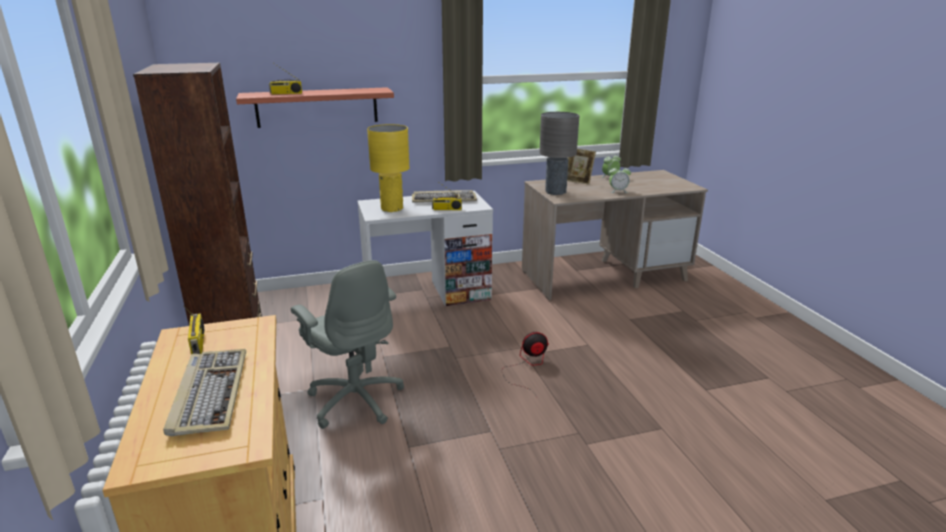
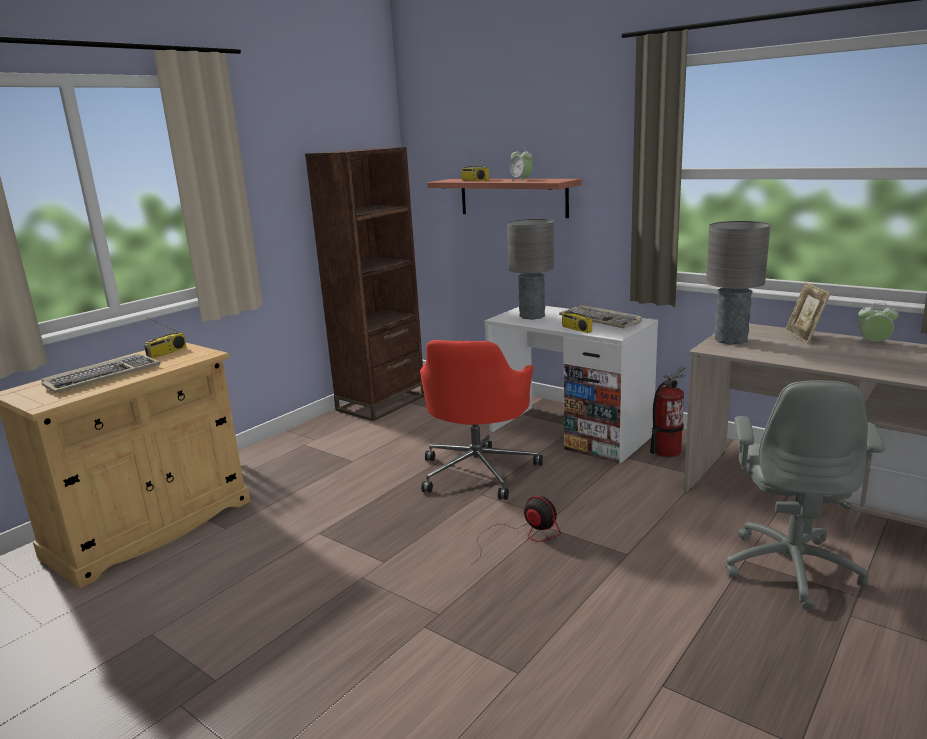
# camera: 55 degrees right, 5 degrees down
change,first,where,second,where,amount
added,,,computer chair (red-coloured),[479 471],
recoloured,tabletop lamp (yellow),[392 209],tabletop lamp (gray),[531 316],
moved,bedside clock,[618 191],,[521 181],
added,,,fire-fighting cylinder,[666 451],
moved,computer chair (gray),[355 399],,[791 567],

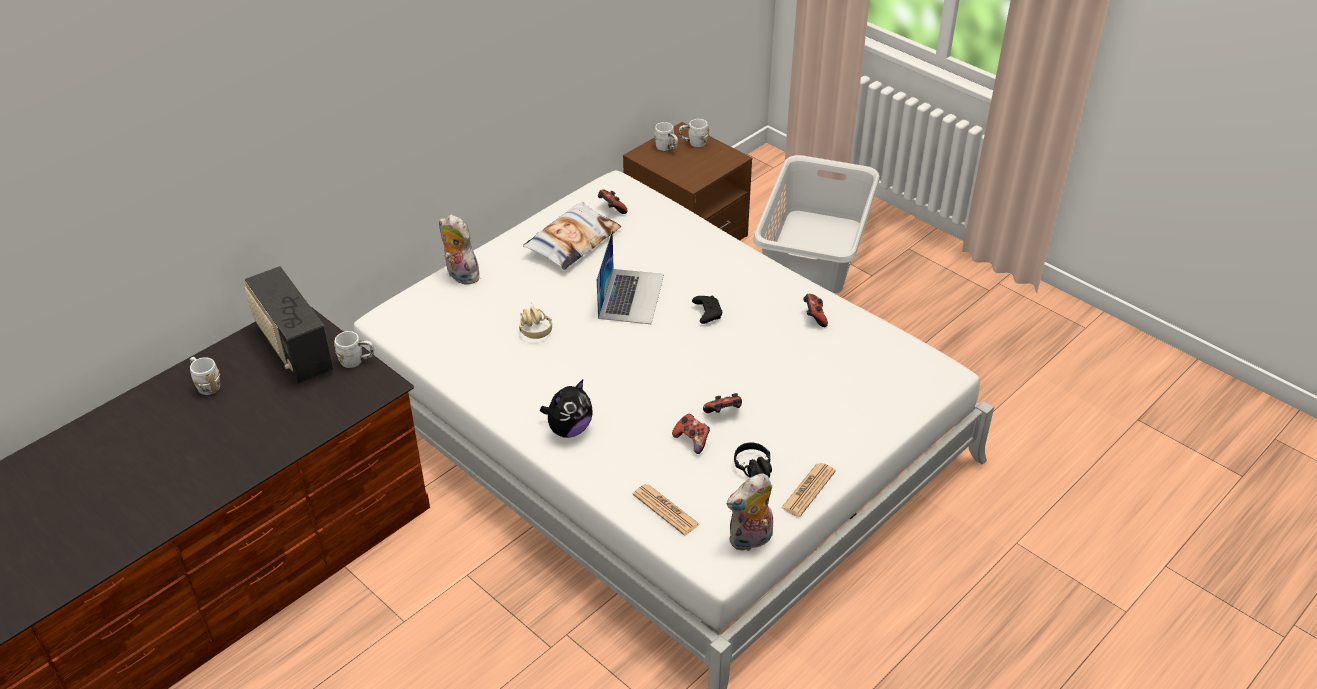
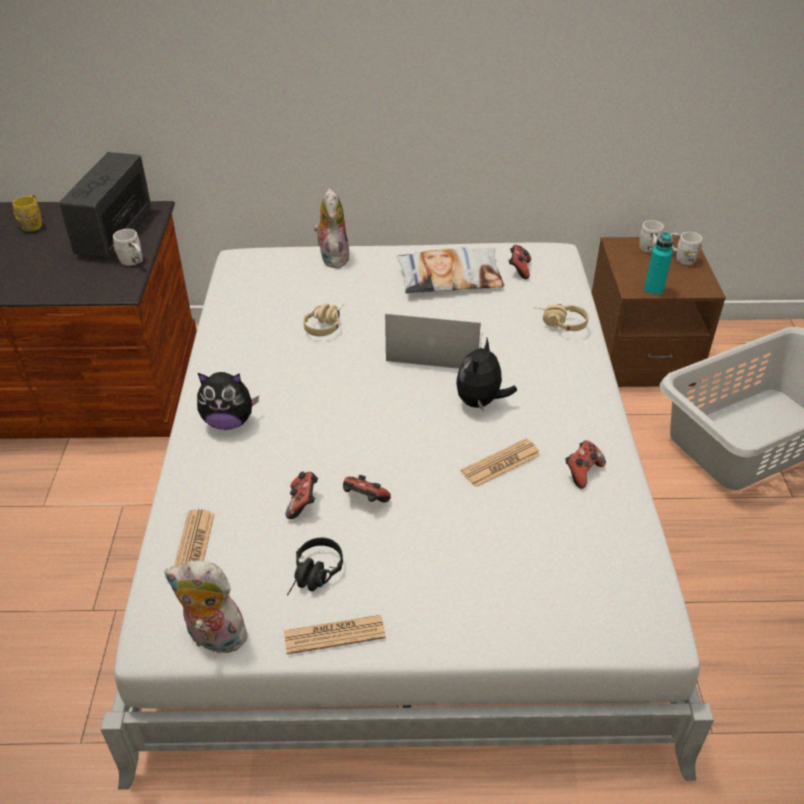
# camera: 45 degrees right, 0 degrees up
change,first,where,second,where,amount
recoloured,coffee mug (whitish),[206 385],coffee mug (yellow),[33 224],
turned,portable computer,[631 296],,[434 347],135 degrees counterclockwise
replaced,joypad (blackish),[707 313],soft toy,[480 402],
added,,,printed paper,[501 463],
added,,,pair of headphones (sand-coloured),[558 324],
added,,,bottle (turquoise-coloured),[653 290],

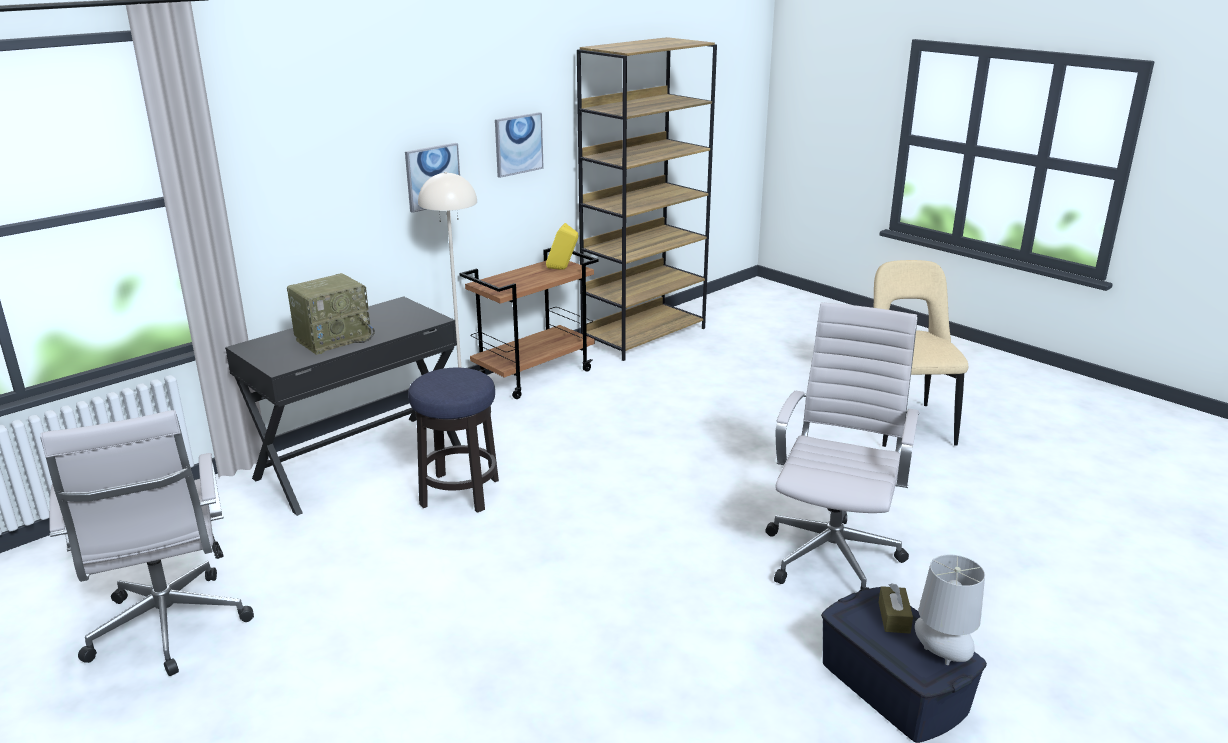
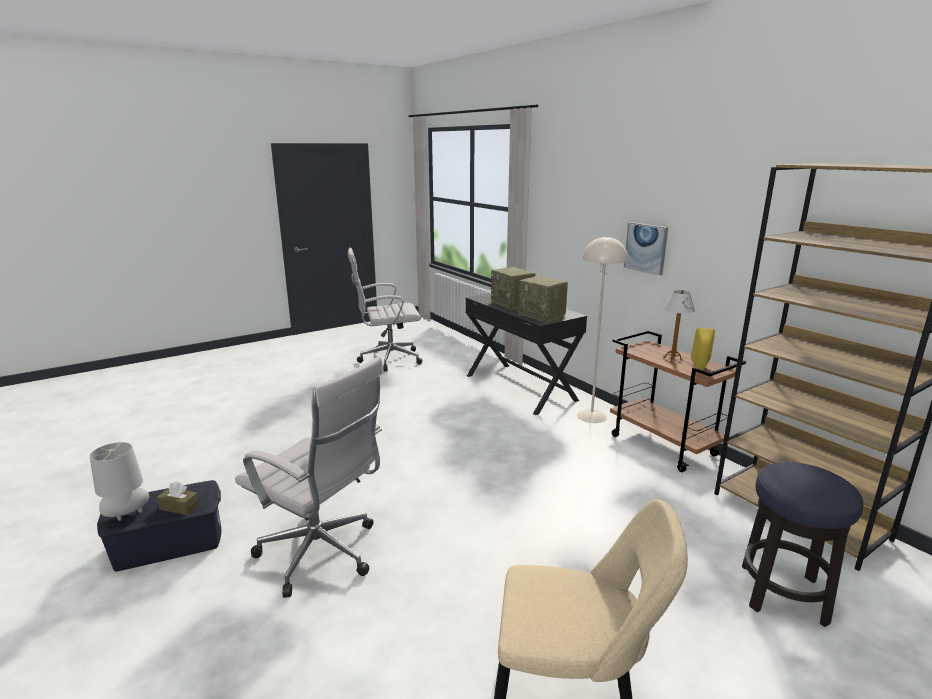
# camera: 100 degrees right, 5 degrees down
change,first,where,second,where,amount
added,,,radio set,[542 316],
added,,,tabletop lamp,[672 359],
moved,stool,[459 493],,[782 594],
removed,wall picture,[518 144],,,

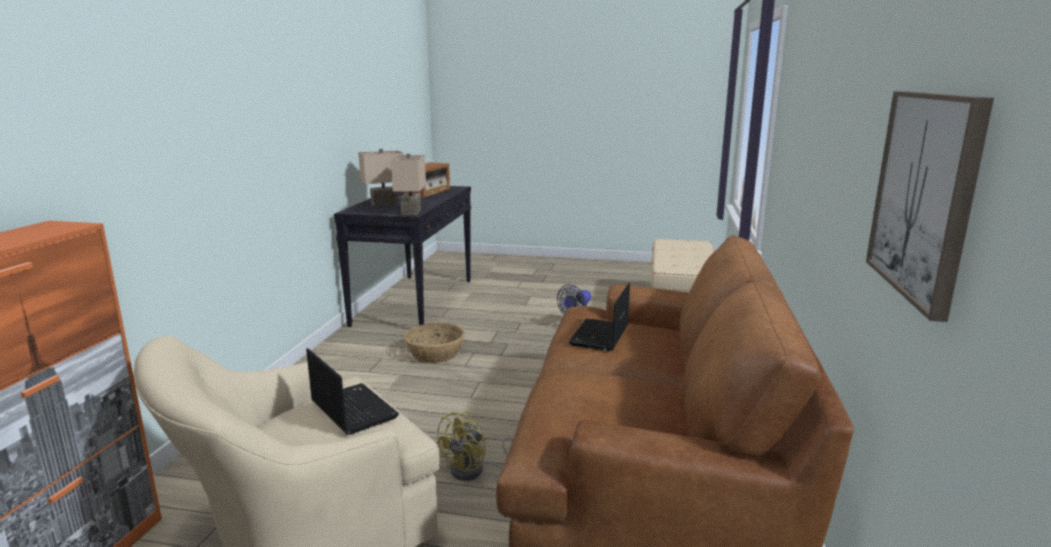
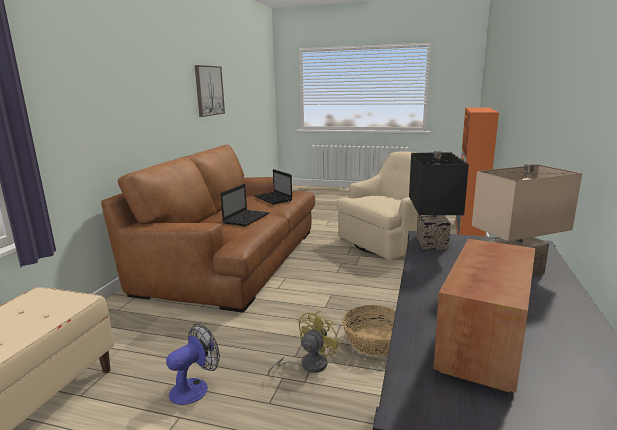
# camera: 175 degrees left, 0 degrees up
change,first,where,second,where,amount
moved,portable computer,[352 409],,[273 199],
moved,cooling fan (yellow),[474 471],,[308 365],
recoloured,tabletop lamp (sand-coloured),[410 212],tabletop lamp (blackish),[434 242],

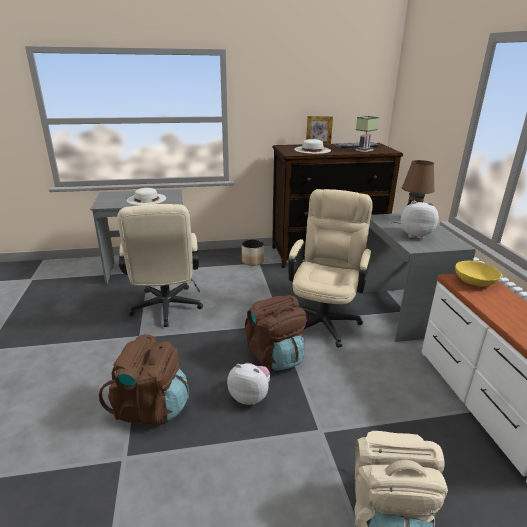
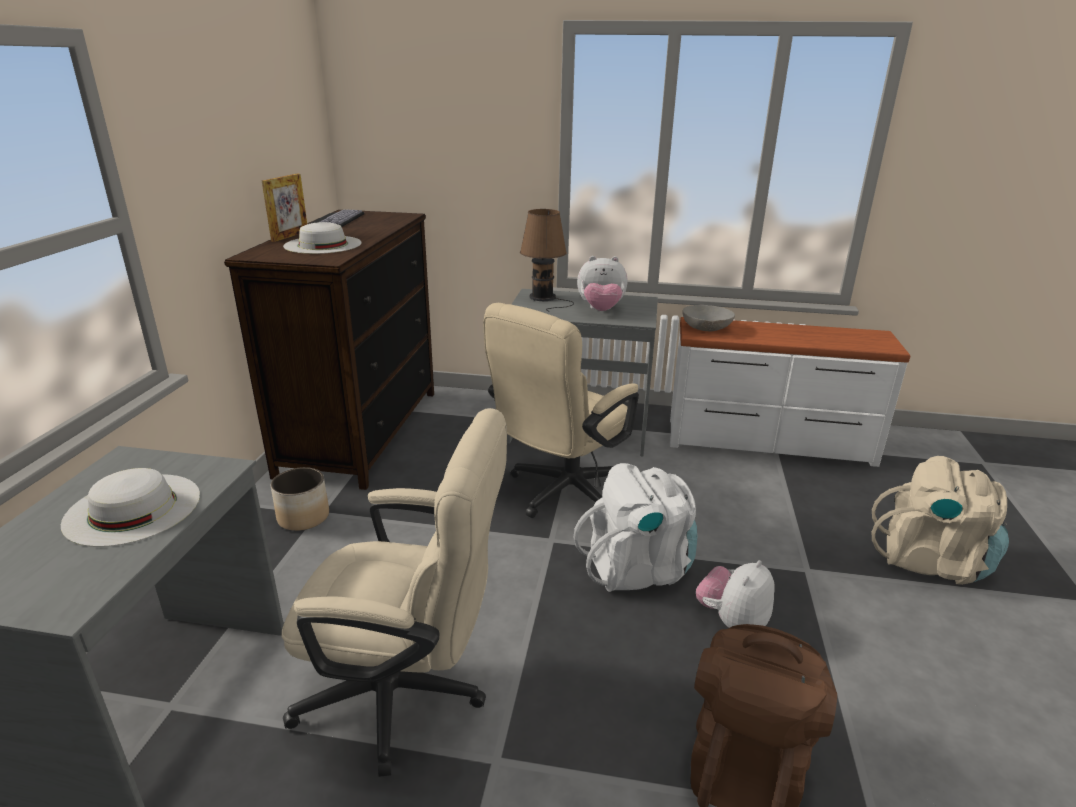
# camera: 70 degrees left, 0 degrees up
change,first,where,second,where,amount
turned,computer chair (sand-coloured),[324 319],,[561 493],90 degrees counterclockwise
recoloured,backpack (brown),[275 355],backpack (whitish),[638 568],
turned,soft toy,[415 235],,[601 310],120 degrees counterclockwise
recoloured,bowl (yellow),[475 281],bowl (gray),[706 328],
removed,tabletop lamp,[364 150],,,

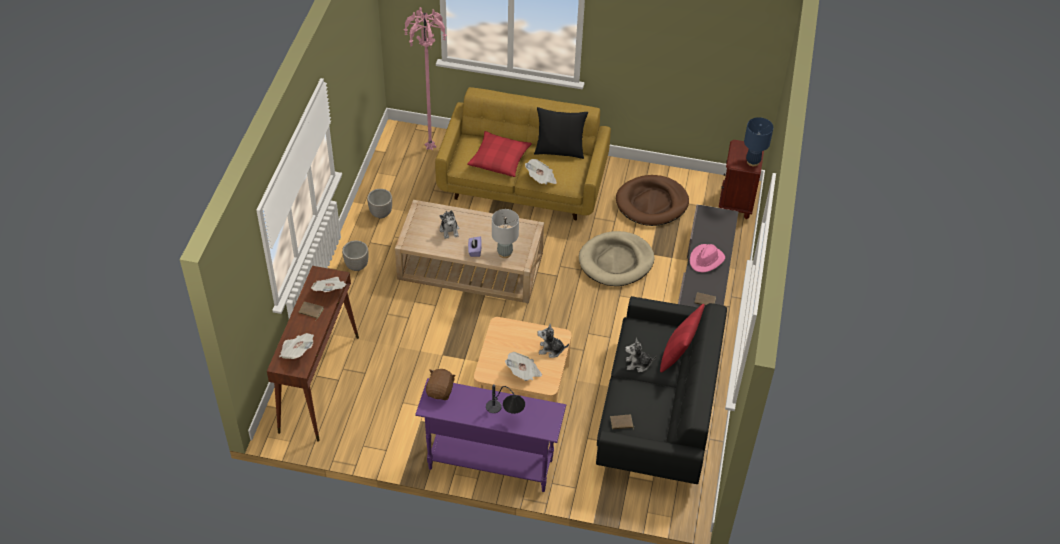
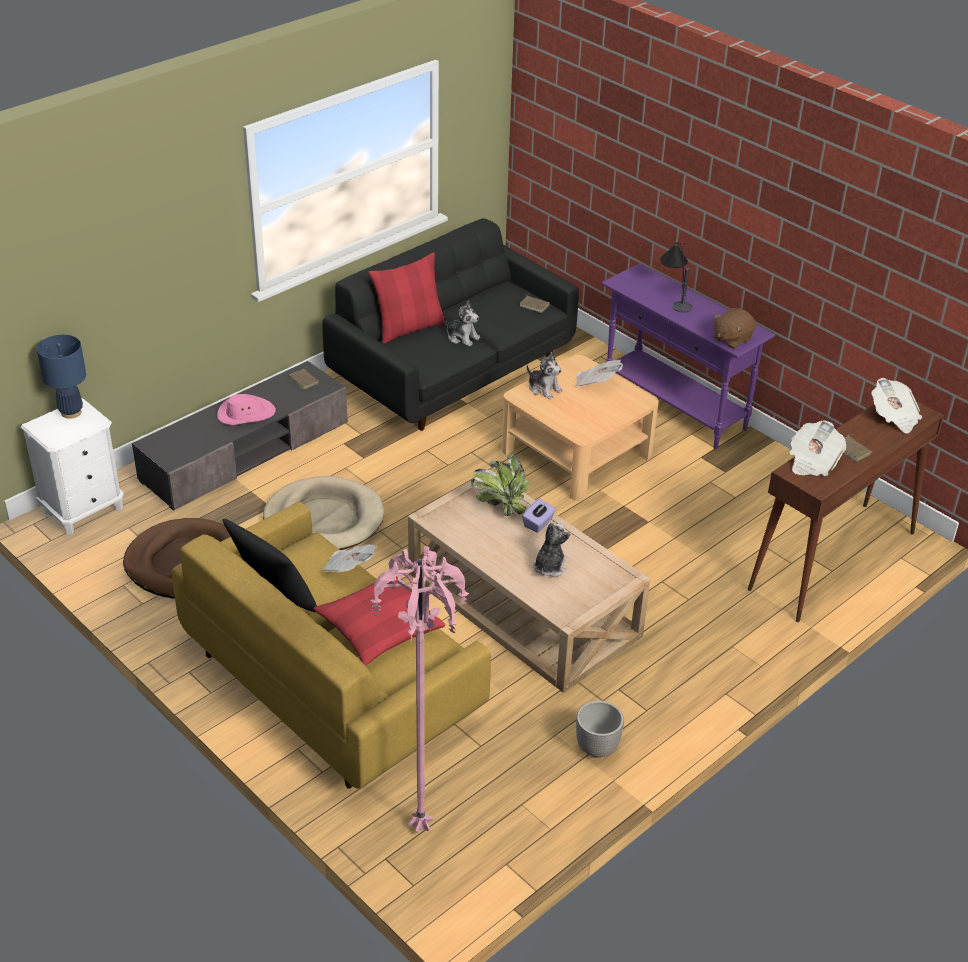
# camera: 145 degrees left, 10 degrees down
change,first,where,second,where,amount
recoloured,nightstand (brown),[736 203],nightstand (whitish),[84 510],
replaced,tabletop lamp (gray),[505 253],potted plant,[500 504],
removed,planter,[356 266],,,

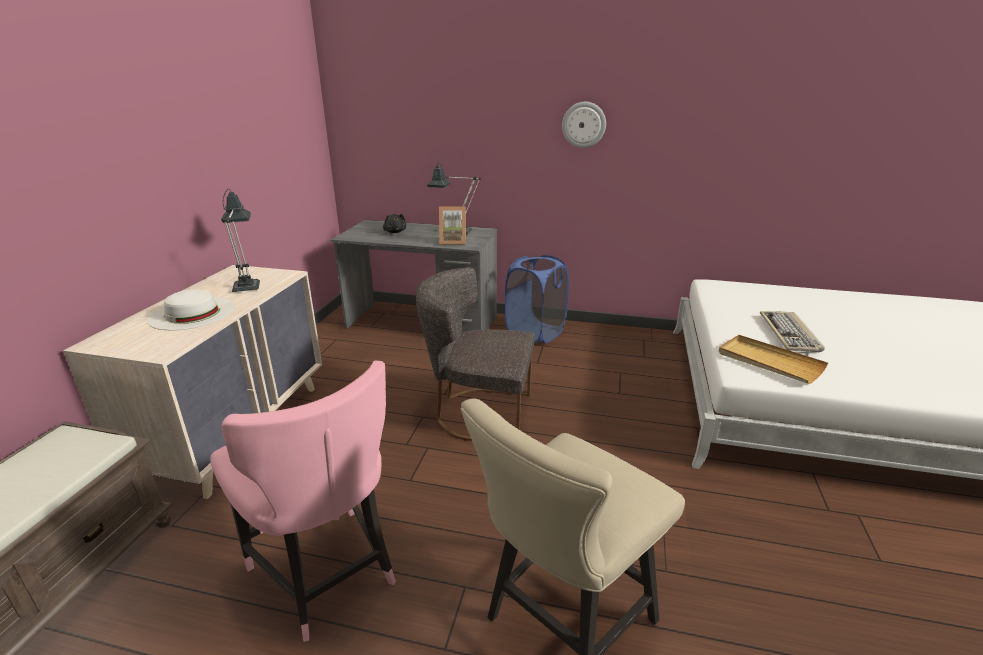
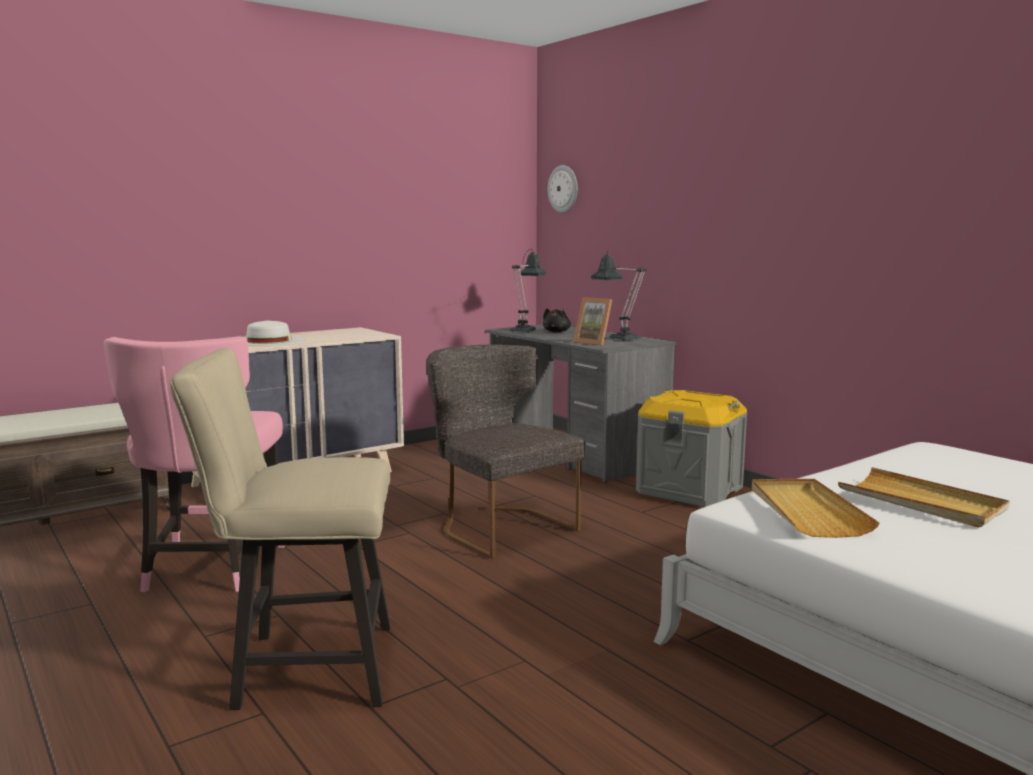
# camera: 40 degrees right, 15 degrees down
change,first,where,second,where,amount
moved,tabletop lamp,[247 285],,[525 330],
moved,hanging clock,[584 125],,[563 189],
replaced,washing basket (blue-coloured),[535 333],storage box (gray),[689 490],
replaced,keyboard,[790 334],carrying tray (sand-coloured),[921 502],

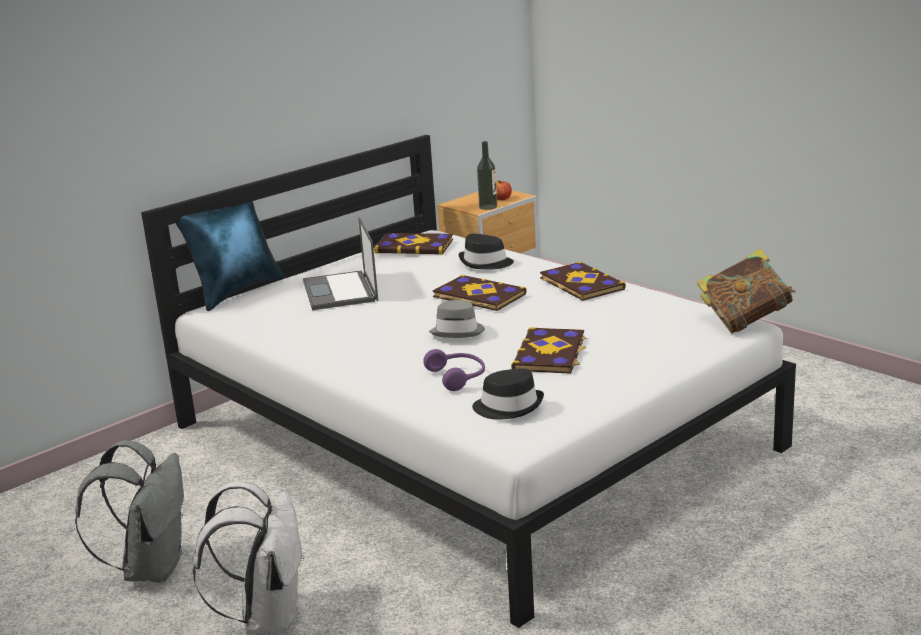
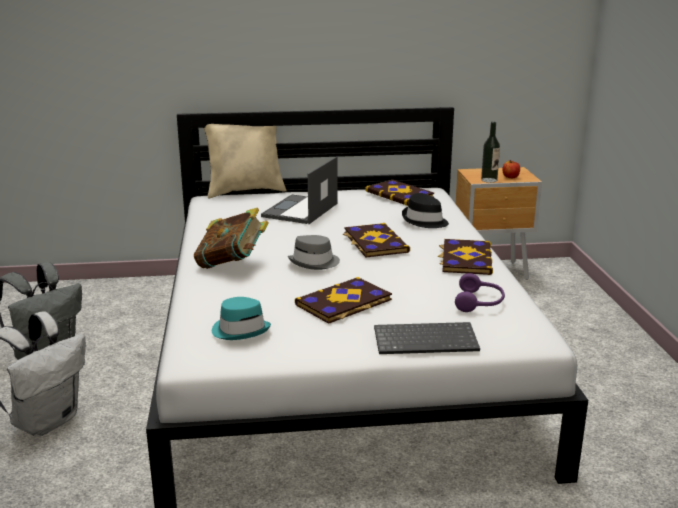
# camera: 35 degrees right, 0 degrees up
change,first,where,second,where,amount
moved,book,[745 321],,[232 264],
recoloured,cushion (blue-coloured),[236 291],cushion (sand-coloured),[245 191],
recoloured,hat (blackish),[509 406],hat (turquoise-coloured),[240 330],
added,,,keyboard,[426 340],
moved,pair of headphones (purple-coloured),[458 377],,[480 302],

